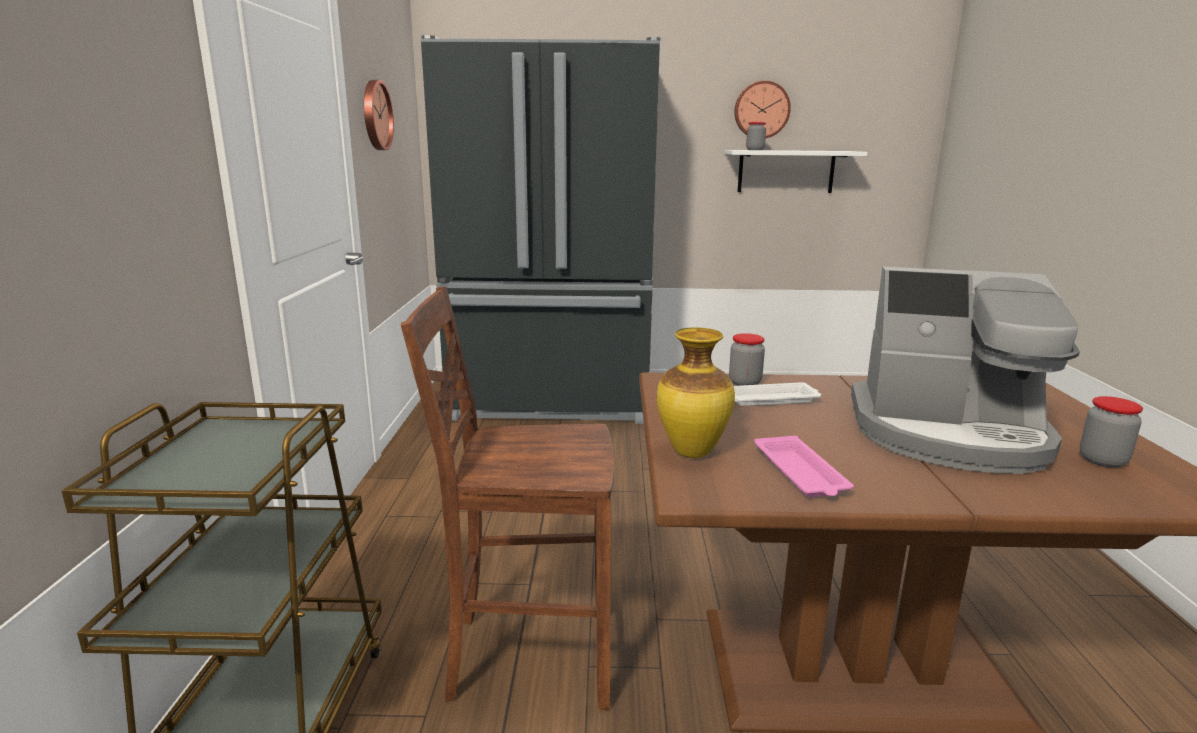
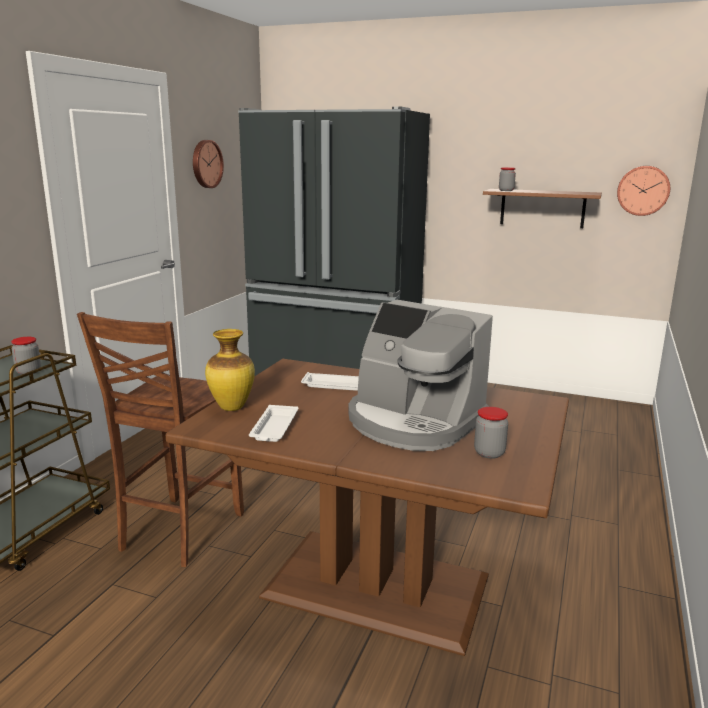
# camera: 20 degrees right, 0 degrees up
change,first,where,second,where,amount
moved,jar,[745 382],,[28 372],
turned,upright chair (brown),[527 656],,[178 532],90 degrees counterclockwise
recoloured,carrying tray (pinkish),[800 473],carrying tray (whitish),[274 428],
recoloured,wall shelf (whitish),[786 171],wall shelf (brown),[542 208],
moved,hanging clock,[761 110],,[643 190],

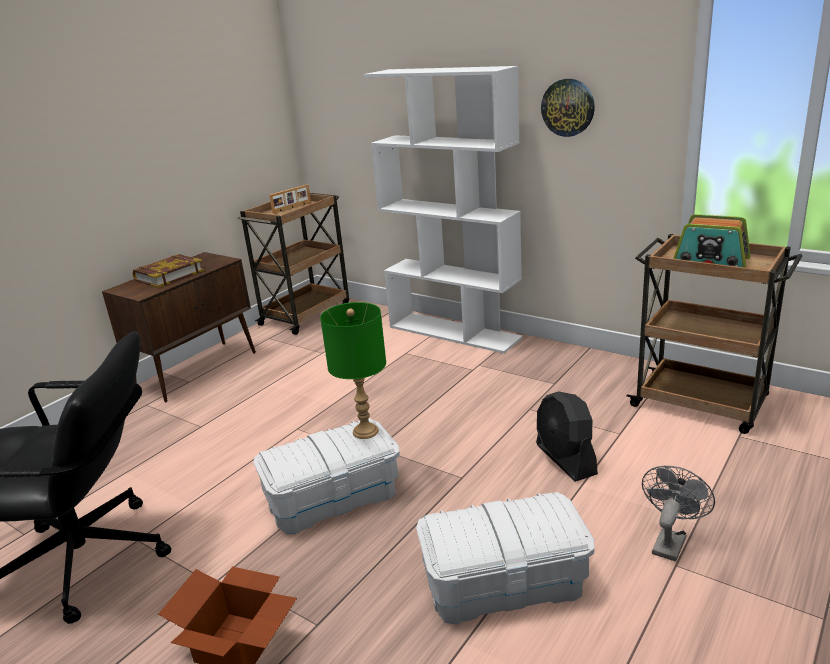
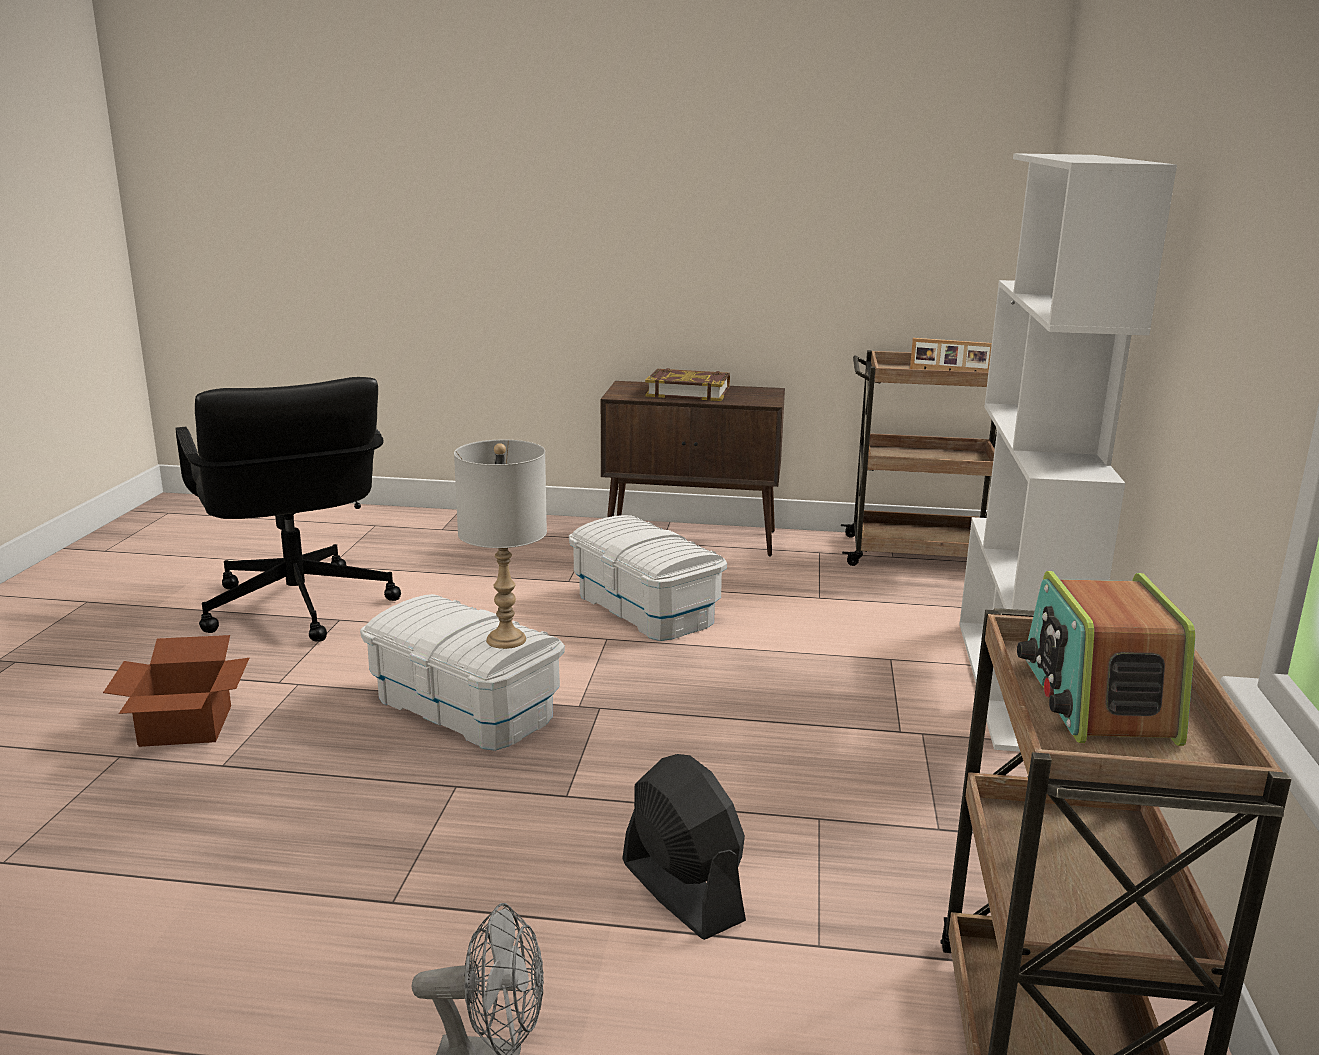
# camera: 60 degrees right, 5 degrees down
change,first,where,second,where,amount
recoloured,tabletop lamp (green),[365 431],tabletop lamp (gray),[507 639],
moved,storage box (whitish),[504 583],,[645 608],
turned,cooling fan (blackish),[565 459],,[681 891],105 degrees clockwise
removed,hanging clock,[568 107],,,

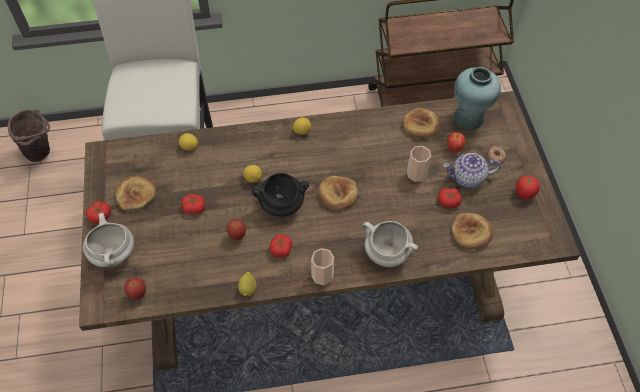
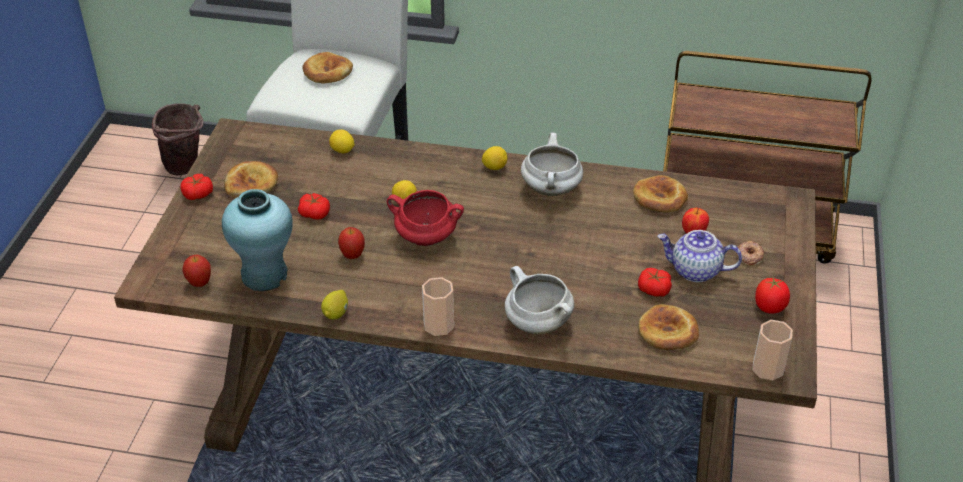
# camera: 20 degrees right, 15 degrees down
change,first,where,second,where,amount
moved,vase (turquoise-coloured),[468 118],,[264 274],
moved,bread,[338 194],,[327 72],
recoloured,cooking pot (blackish),[281 205],cooking pot (red-coloured),[425 238],
moved,cooking pot (whitish),[114 254],,[551 189],
moved,cup,[416 173],,[767 368],
removed,whole tomato,[281 249],,,

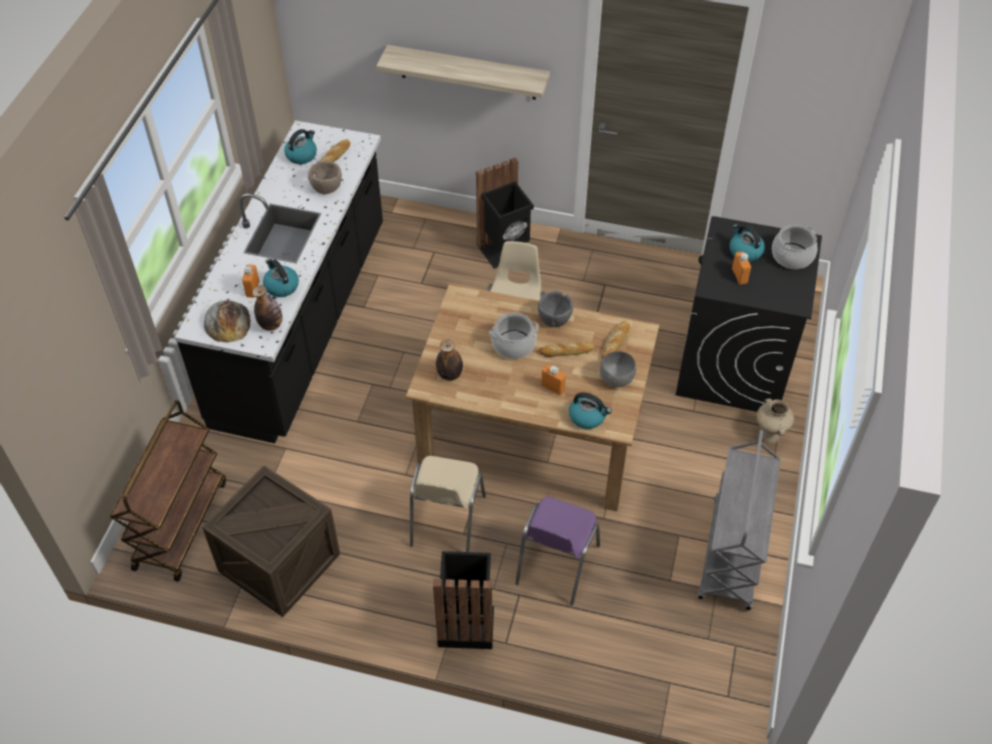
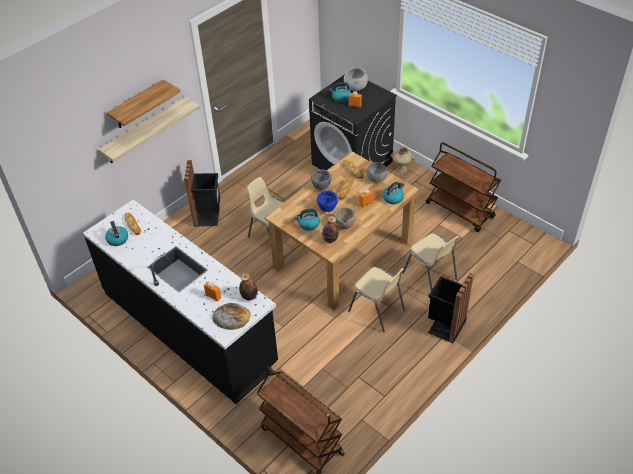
# camera: 60 degrees left, 5 degrees down
change,first,where,second,where,amount
added,,,wall shelf,[137 105],
moved,kettle,[281 286],,[308 224],
replaced,cooking pot,[513 345],bowl (blue-coloured),[327 207],
moved,bowl (brown),[327 187],,[345 224],
recoloured,upright chair (purple-coloured),[556 565],upright chair (sand-coloured),[430 276],
recoloured,trolley (gray),[732 554],trolley (brown),[460 210],
removed,packing crate,[279 562],,,

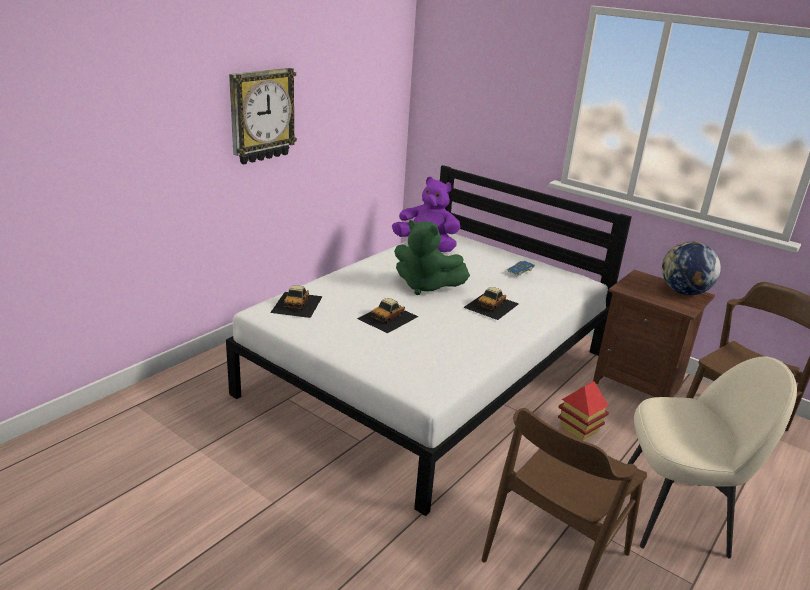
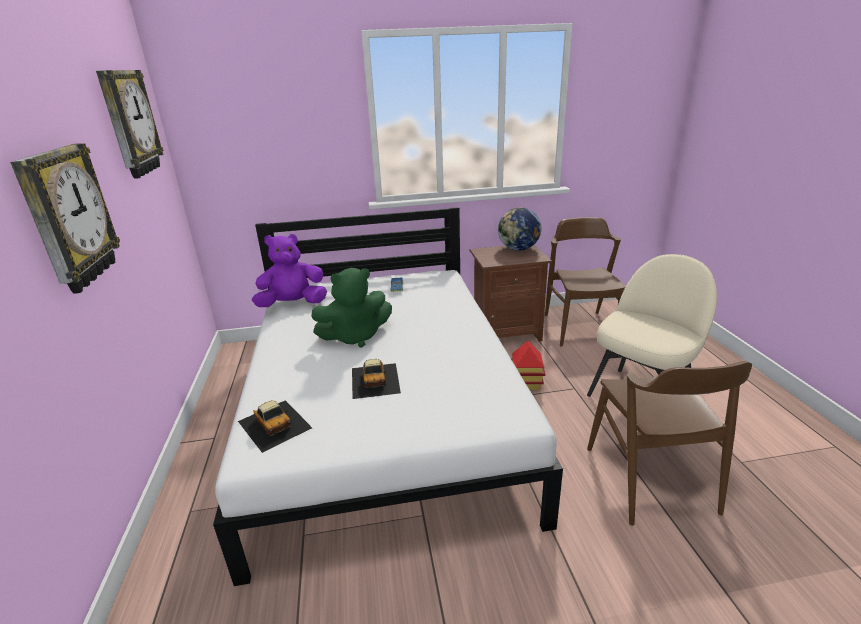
# camera: 45 degrees left, 0 degrees up
change,first,where,second,where,amount
added,,,hanging clock,[129 123],
removed,model car,[491 305],,,

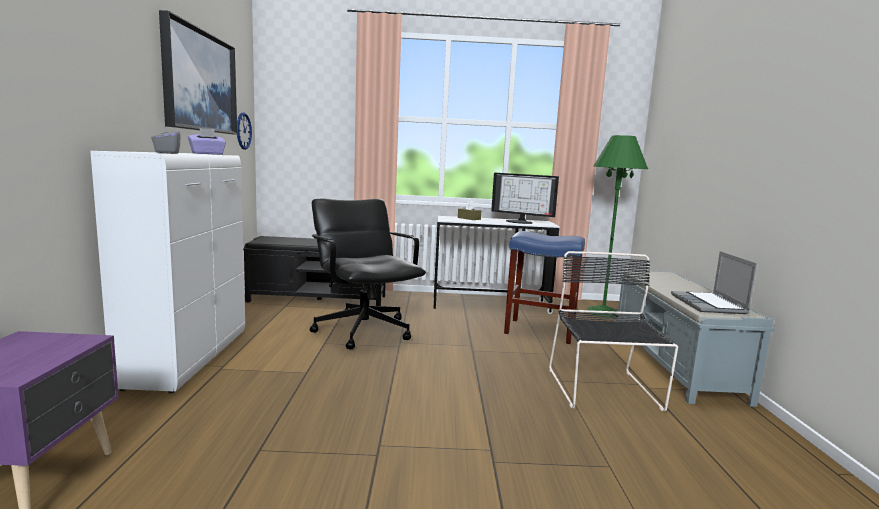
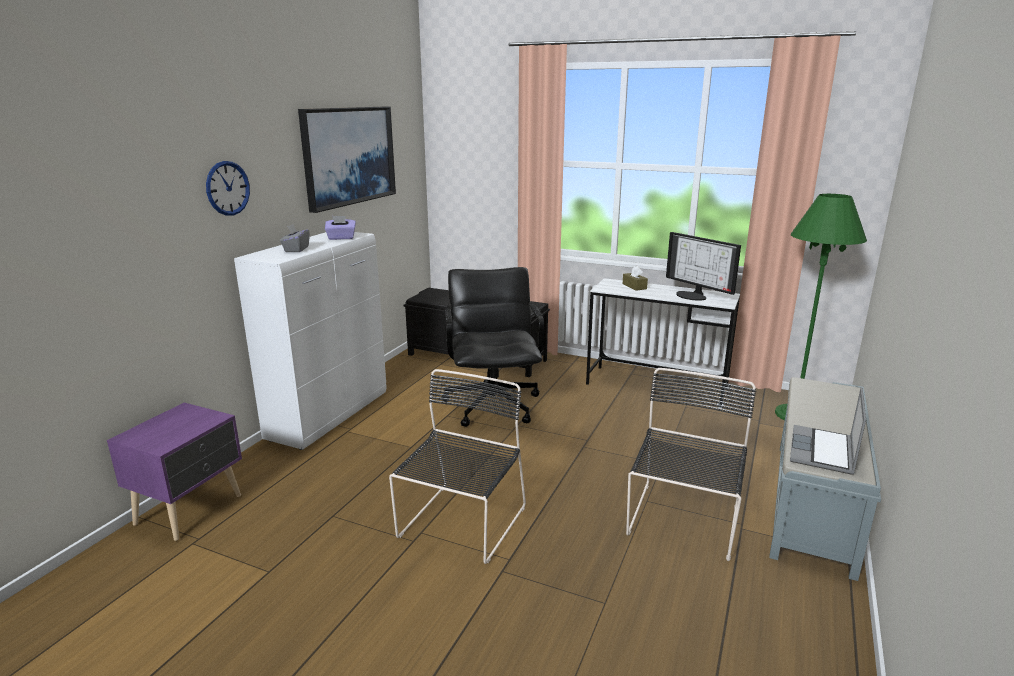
# camera: 25 degrees right, 10 degrees up
change,first,where,second,where,amount
moved,hanging clock,[243 131],,[227 188],
added,,,upright chair (blackish),[461 524],
removed,stool (blue-coloured),[539 331],,,

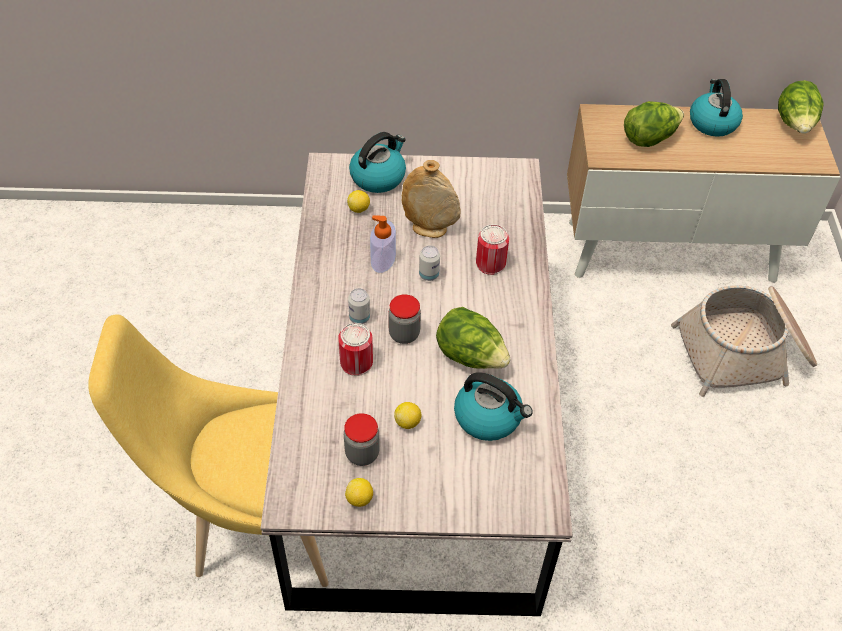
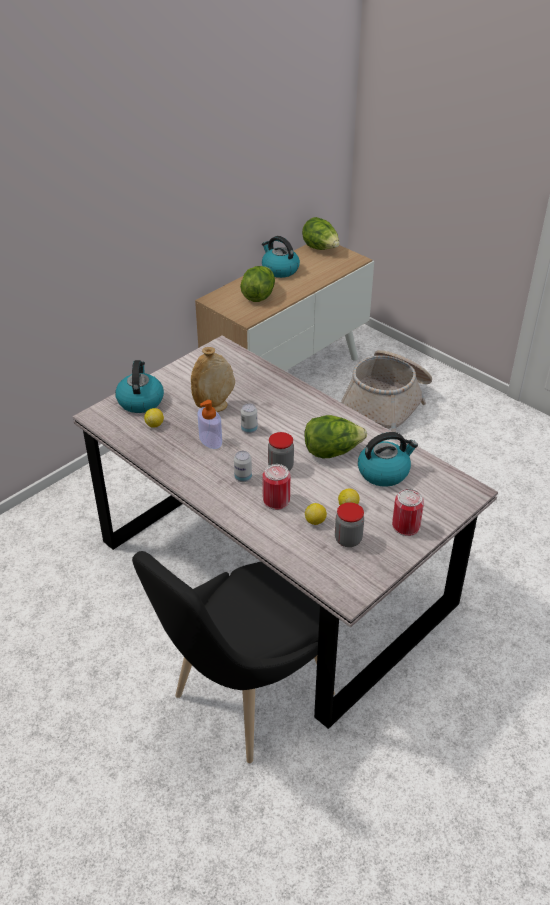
# camera: 45 degrees left, 10 degrees down
change,first,where,second,where,amount
recoloured,upright chair (yellow),[256 521],upright chair (blackish),[244 700],
moved,lemon,[359 499],,[315 521],
moved,sealed can,[490 263],,[406 526],

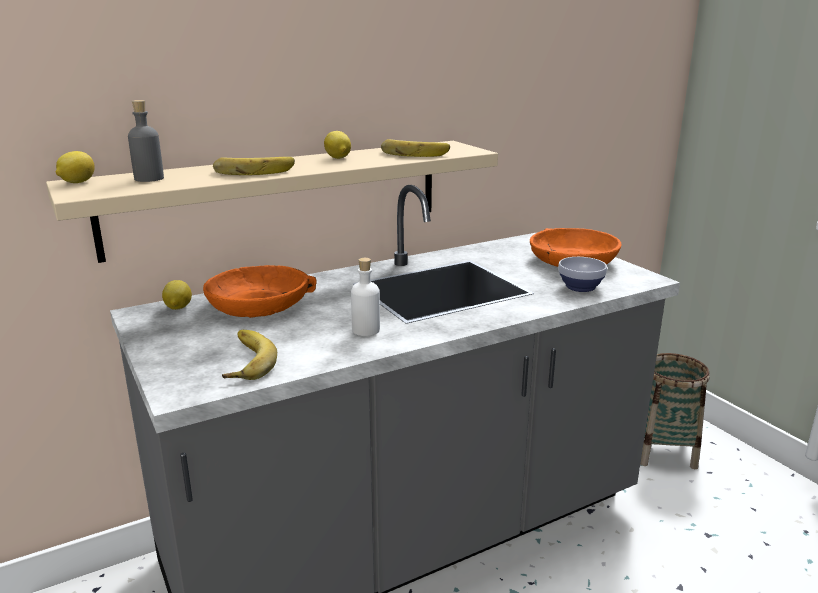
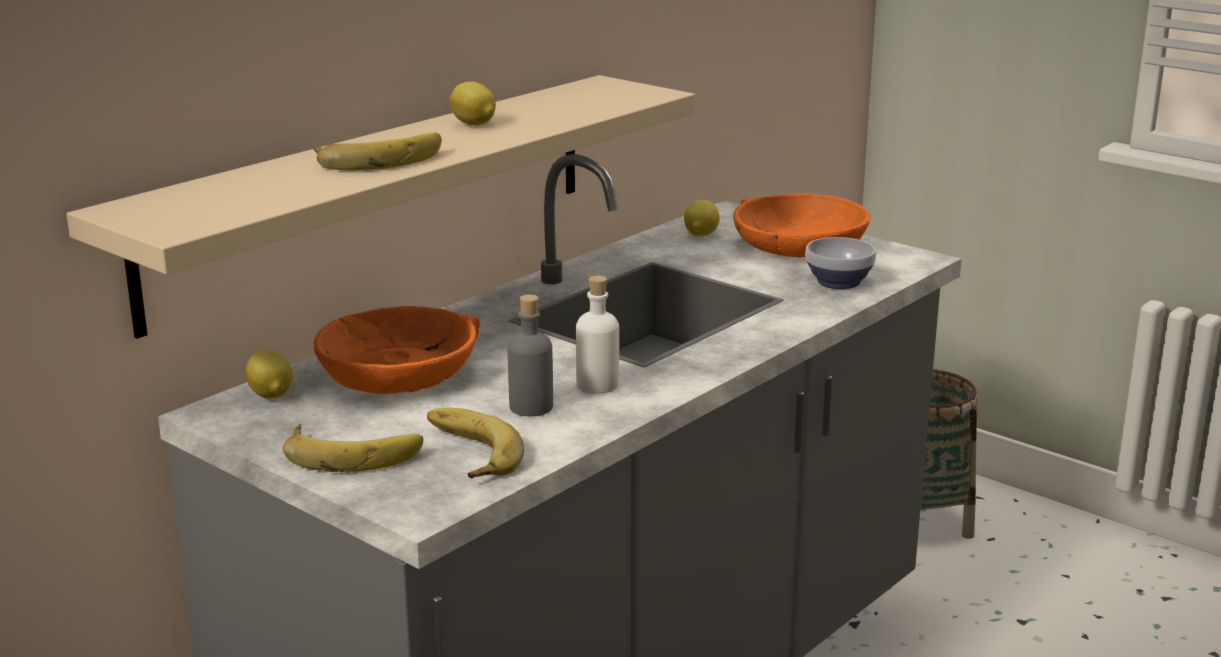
# camera: 20 degrees left, 0 degrees up
change,first,where,second,where,amount
moved,banana,[415 152],,[353 452],
moved,bottle (gray),[149 178],,[531 407],
moved,lemon,[77 182],,[700 235],

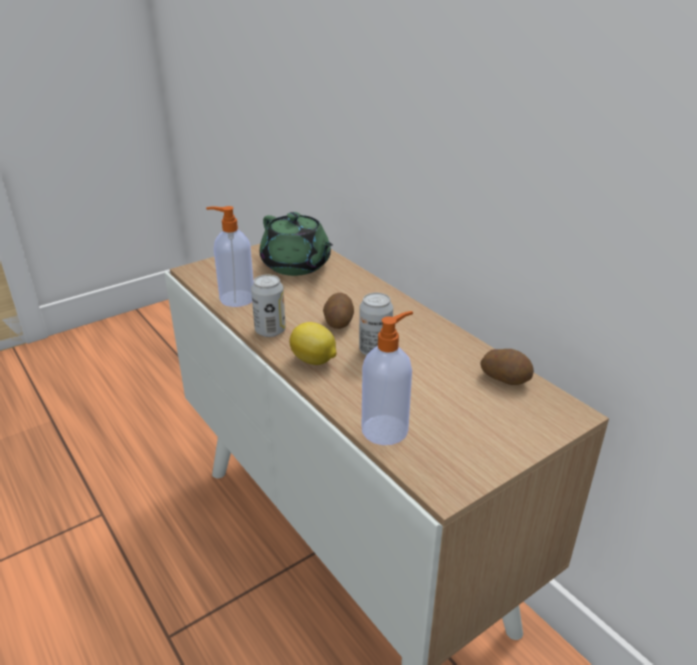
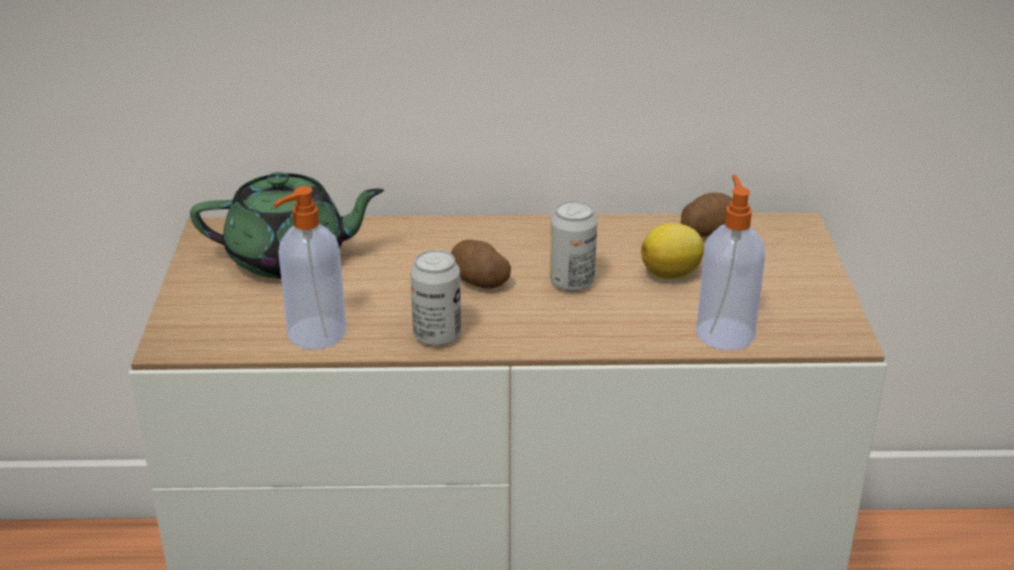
# camera: 55 degrees left, 0 degrees up
change,first,where,second,where,amount
moved,lemon,[314 361],,[672 274],

